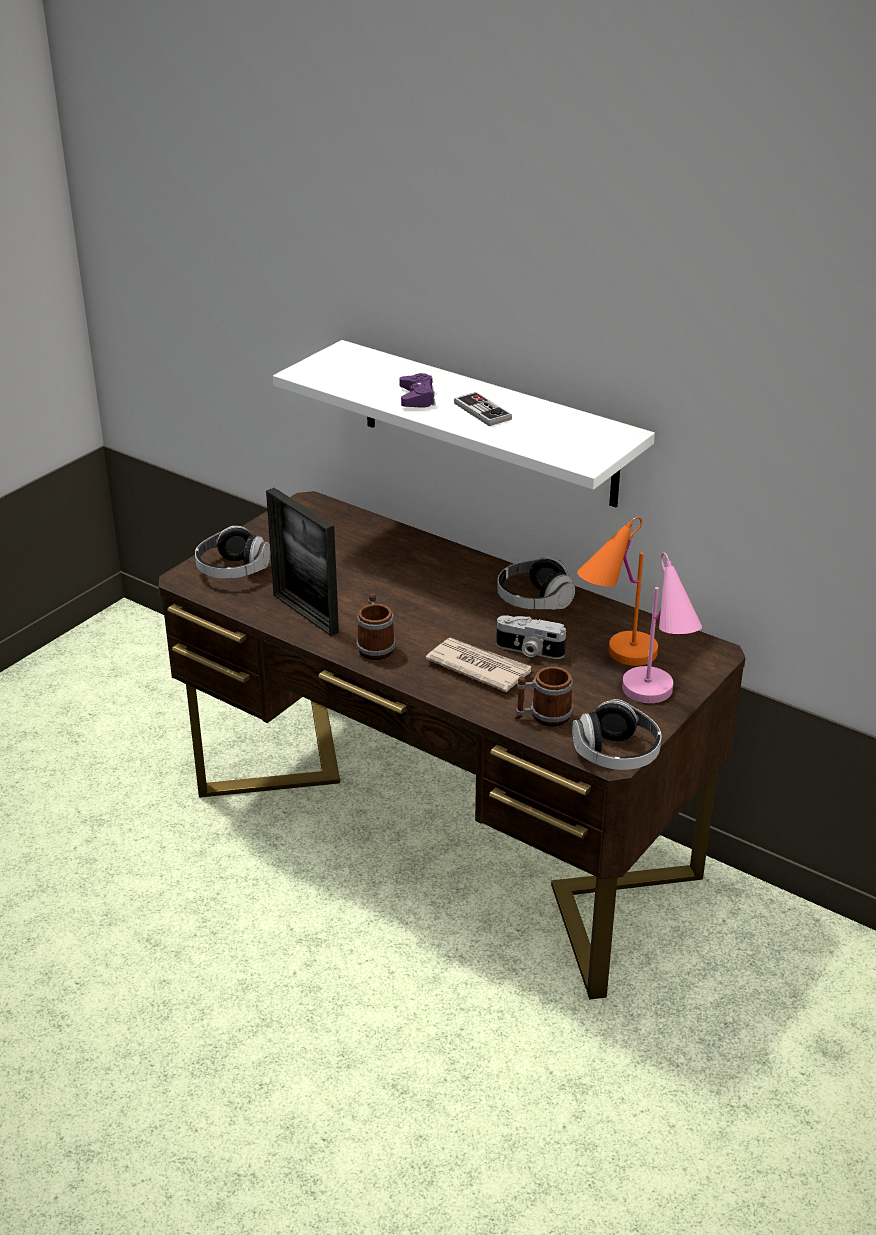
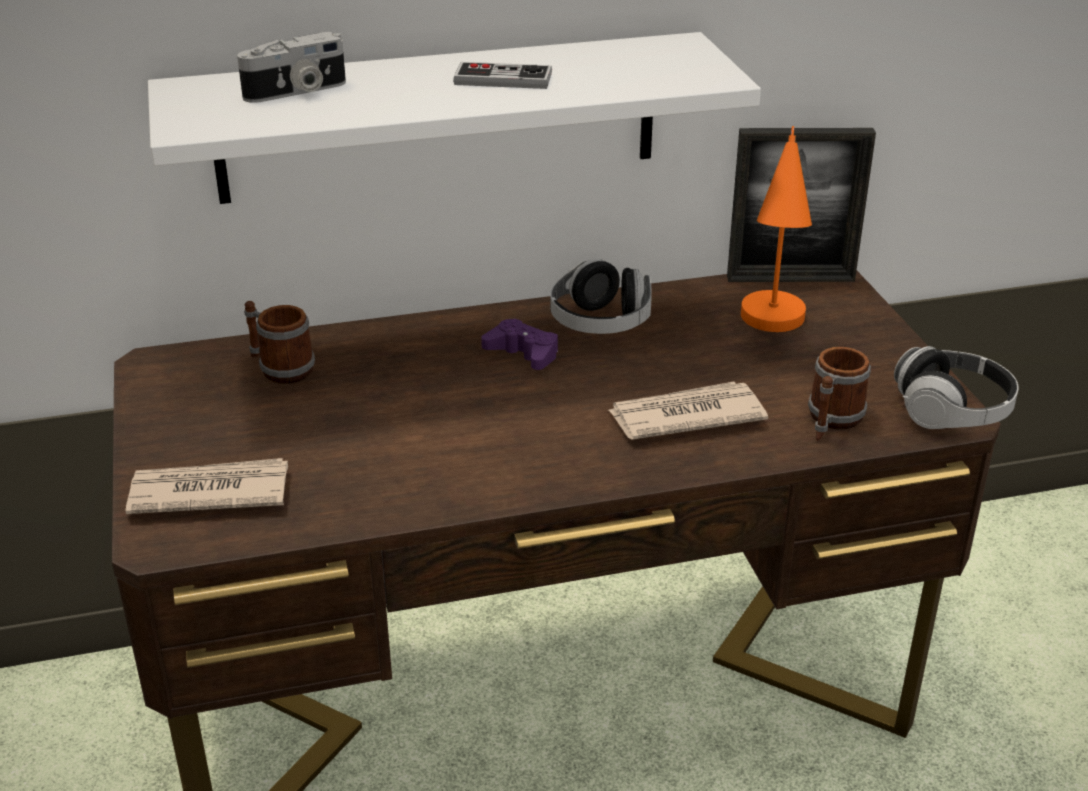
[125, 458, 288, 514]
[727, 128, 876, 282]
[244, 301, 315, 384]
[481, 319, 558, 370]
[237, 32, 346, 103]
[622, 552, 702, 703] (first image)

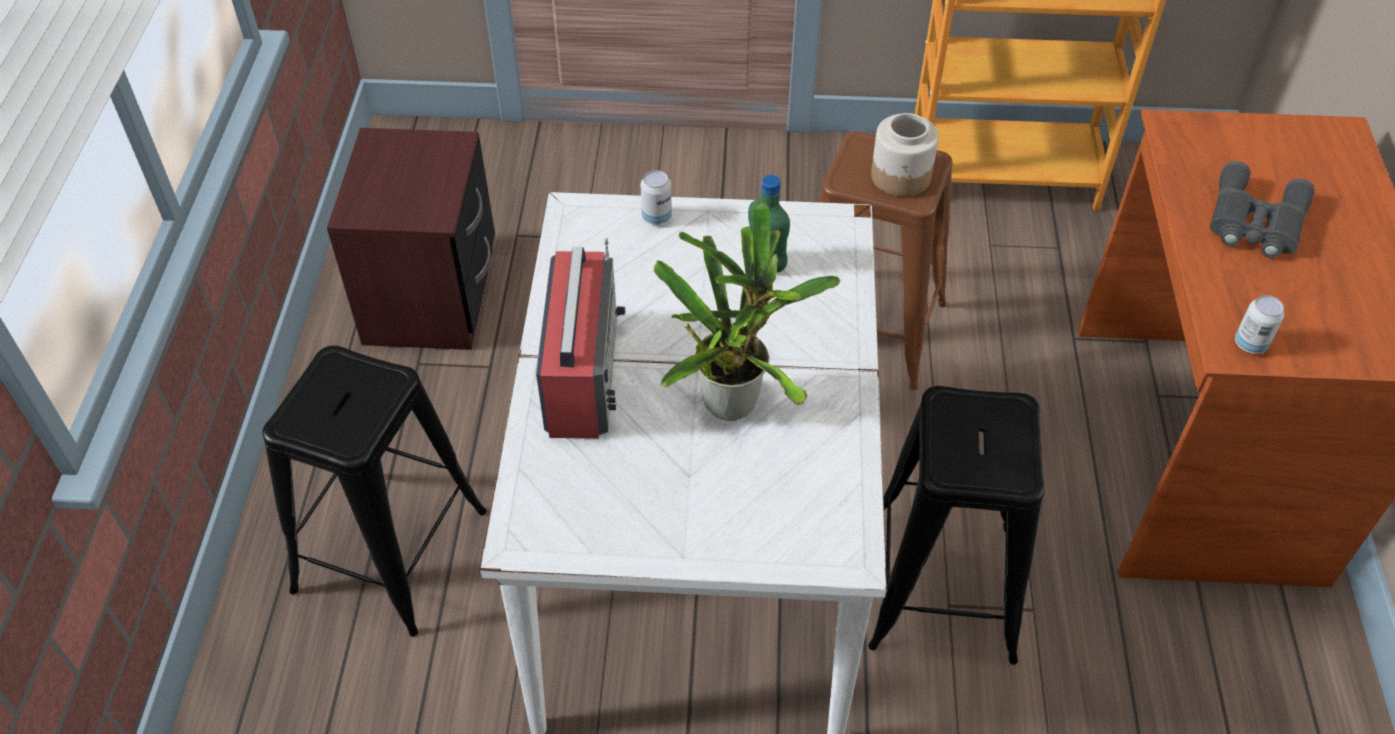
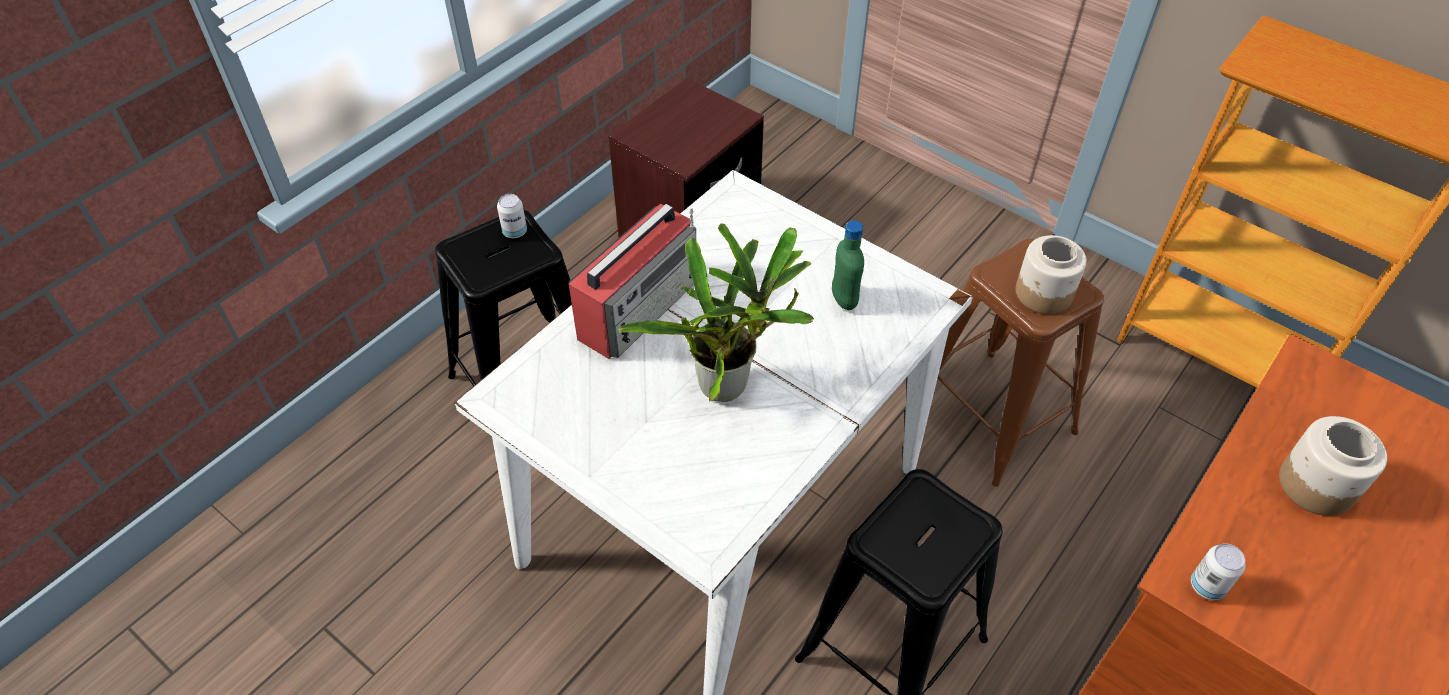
[497, 194, 527, 238]
[1279, 416, 1387, 516]

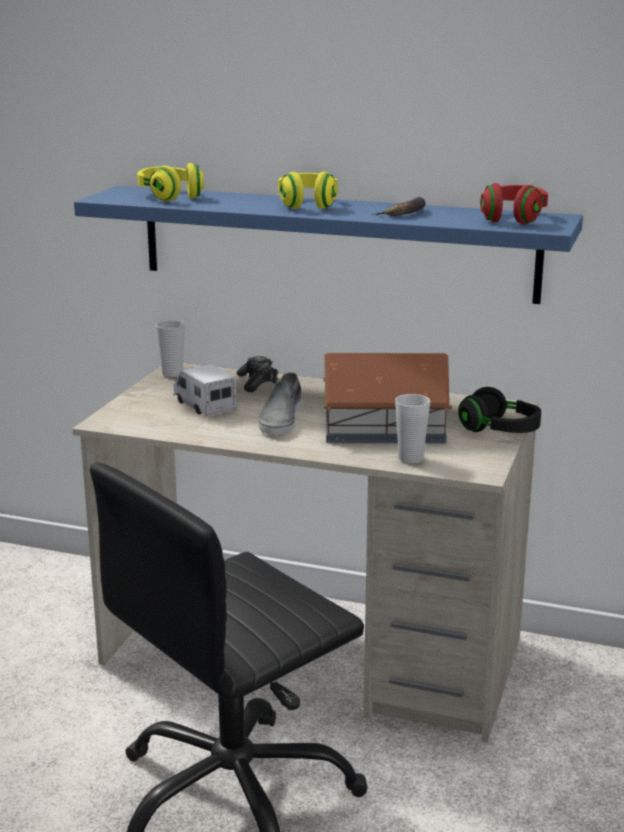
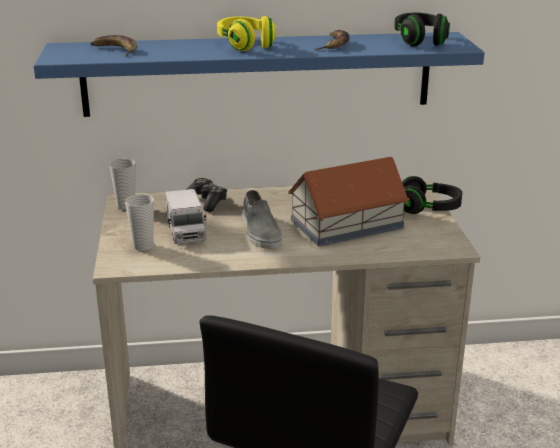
[90, 35, 137, 56]
[165, 189, 206, 244]
[125, 194, 154, 251]
[394, 13, 450, 46]

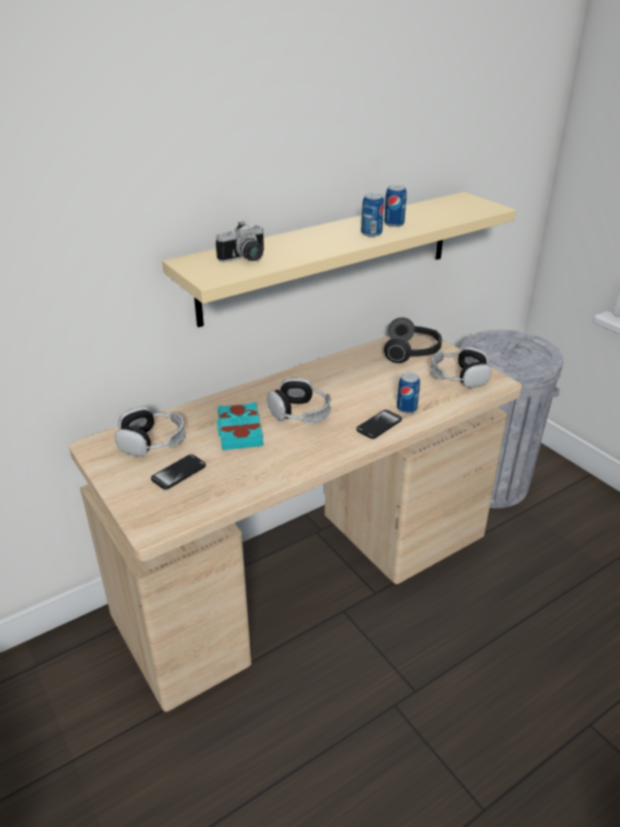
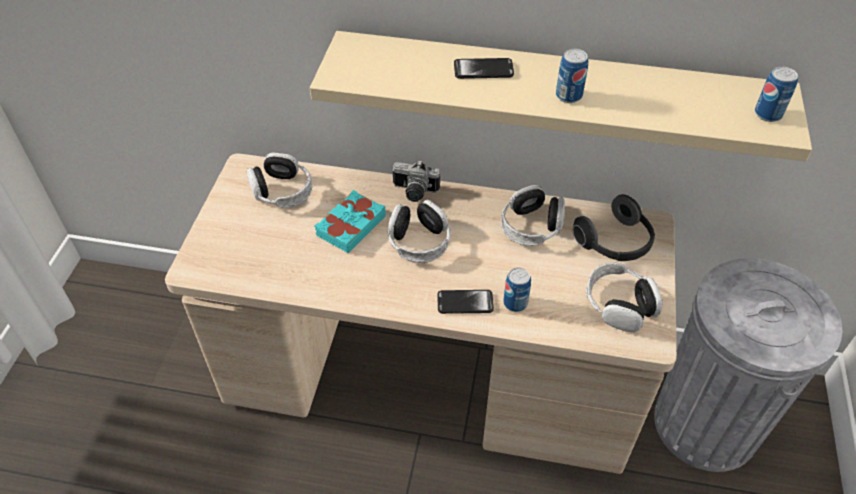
[454, 58, 514, 79]
[393, 160, 440, 202]
[755, 67, 798, 122]
[501, 185, 565, 246]

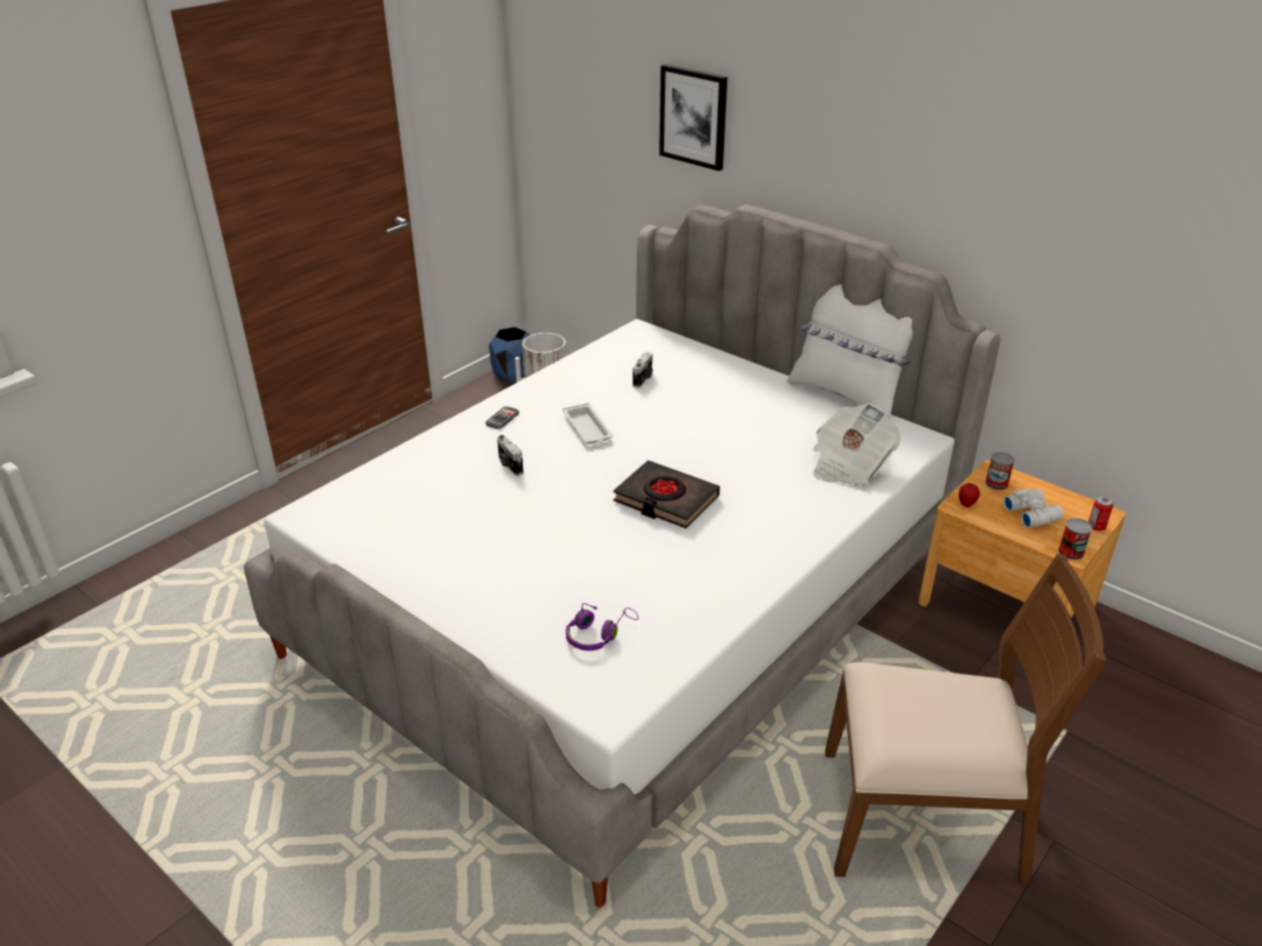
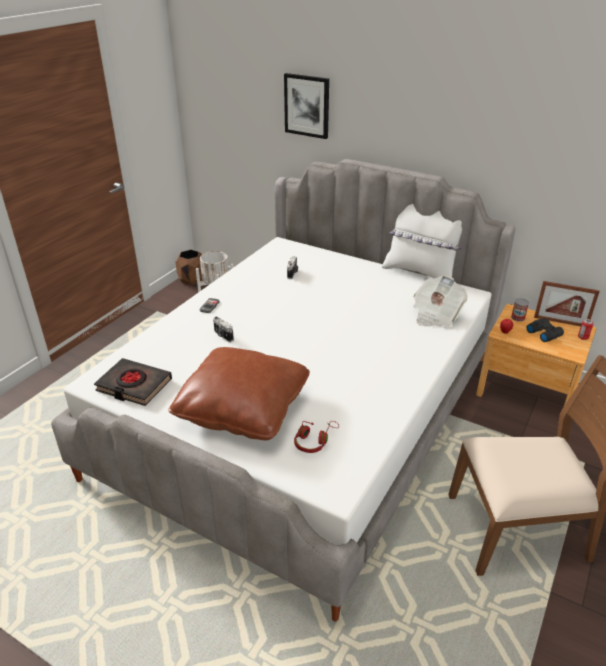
[176, 250, 202, 285]
[563, 403, 613, 444] (first image)
[294, 421, 339, 453]
[94, 358, 172, 406]
[526, 318, 564, 342]
[1058, 518, 1092, 560] (first image)
[168, 347, 310, 440]
[534, 281, 600, 326]

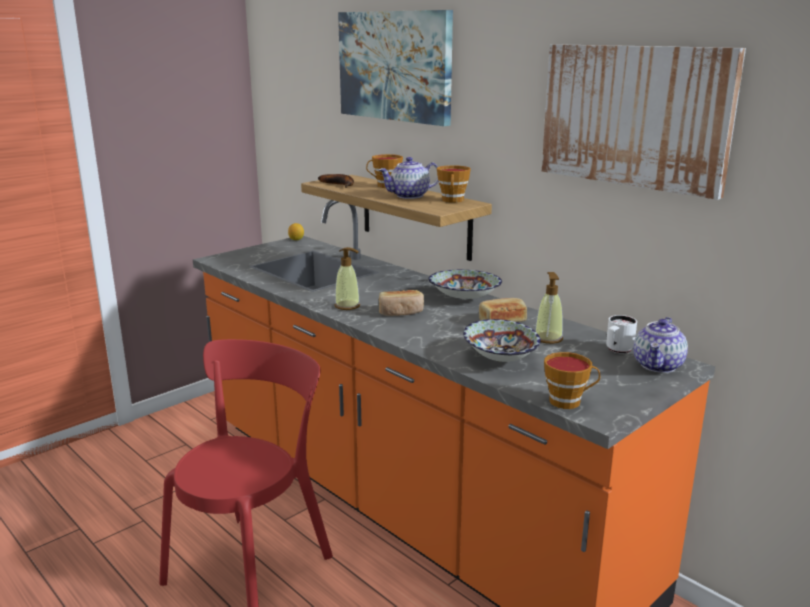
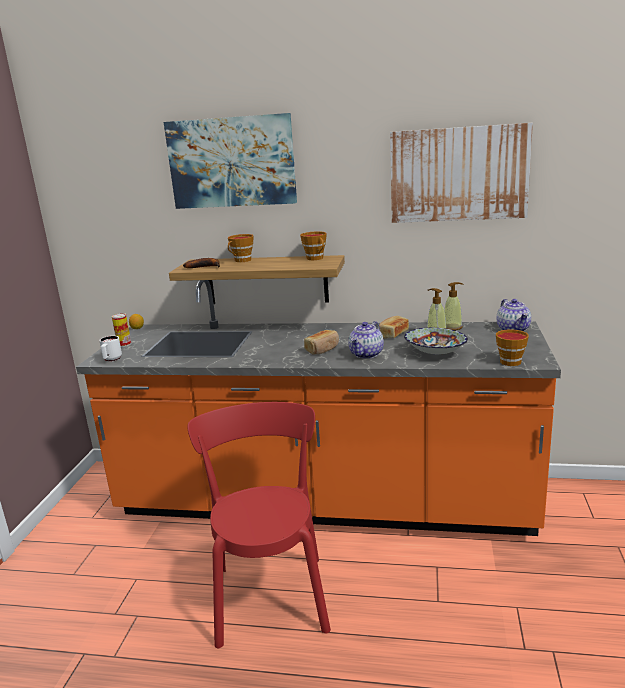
[444, 282, 463, 330]
[348, 321, 384, 359]
[428, 270, 502, 300] (first image)
[99, 336, 122, 362]
[112, 313, 131, 347]

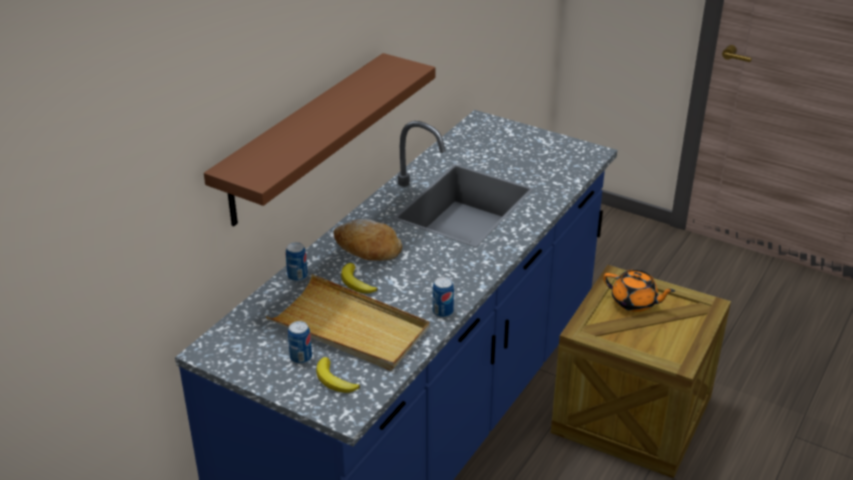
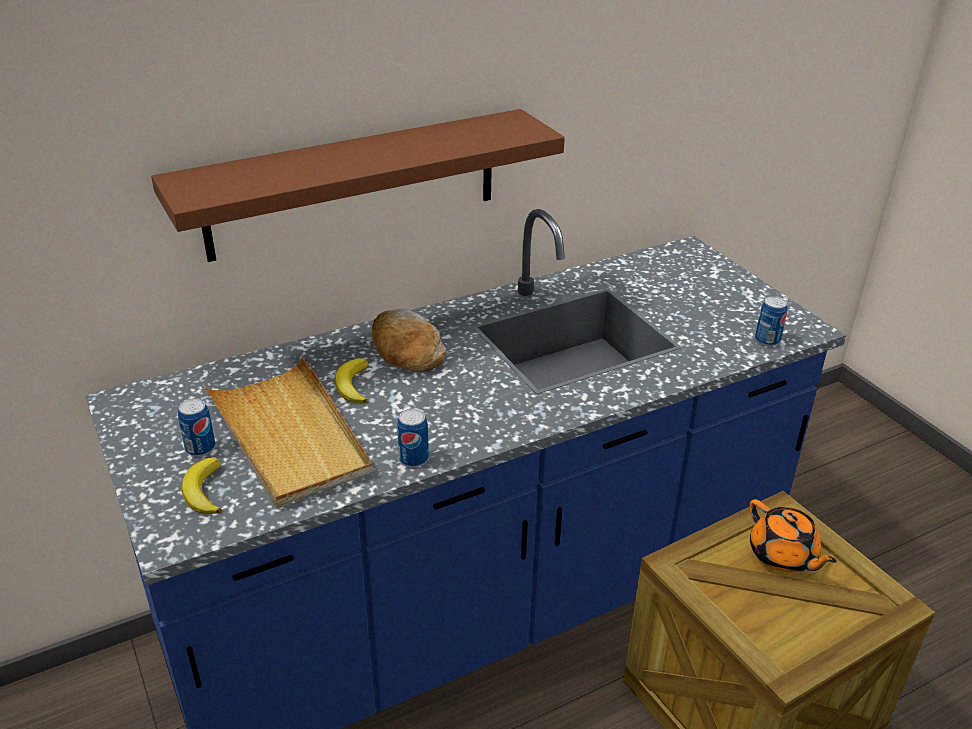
[755, 296, 788, 346]

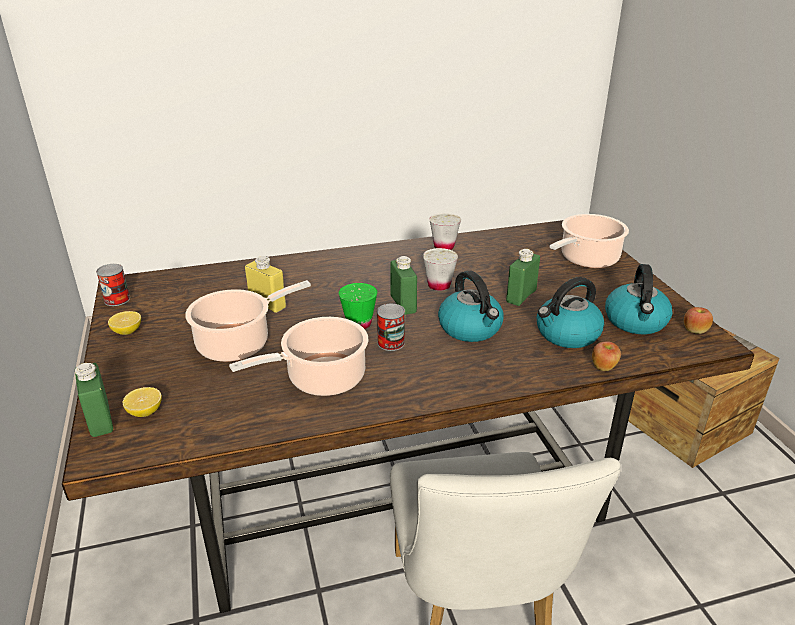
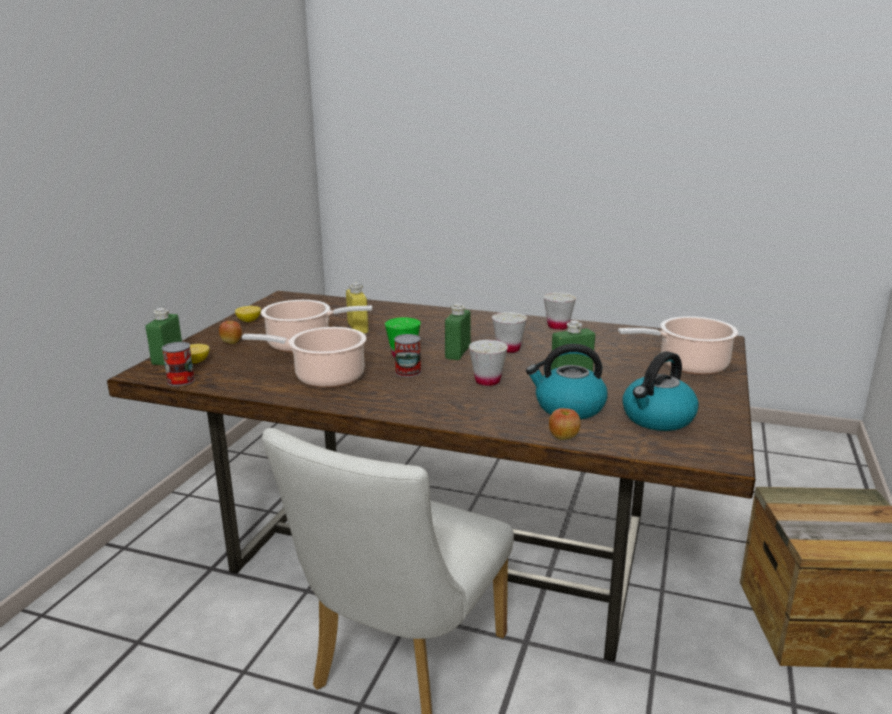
[162, 342, 195, 386]
[469, 340, 508, 386]
[219, 321, 242, 344]

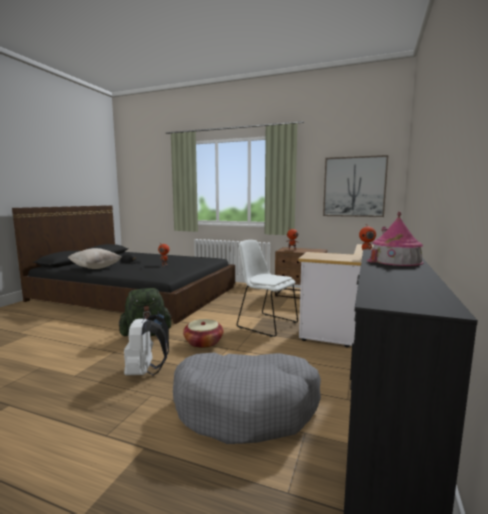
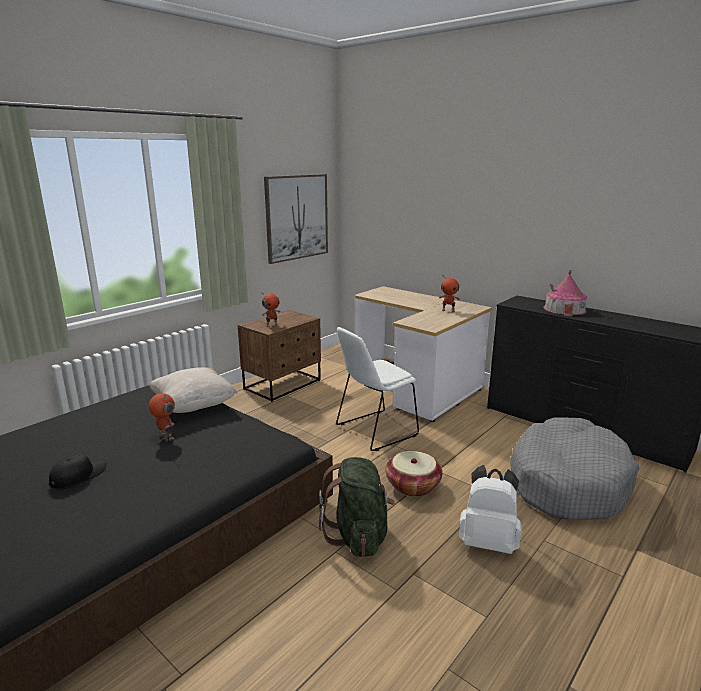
[149, 367, 238, 413]

